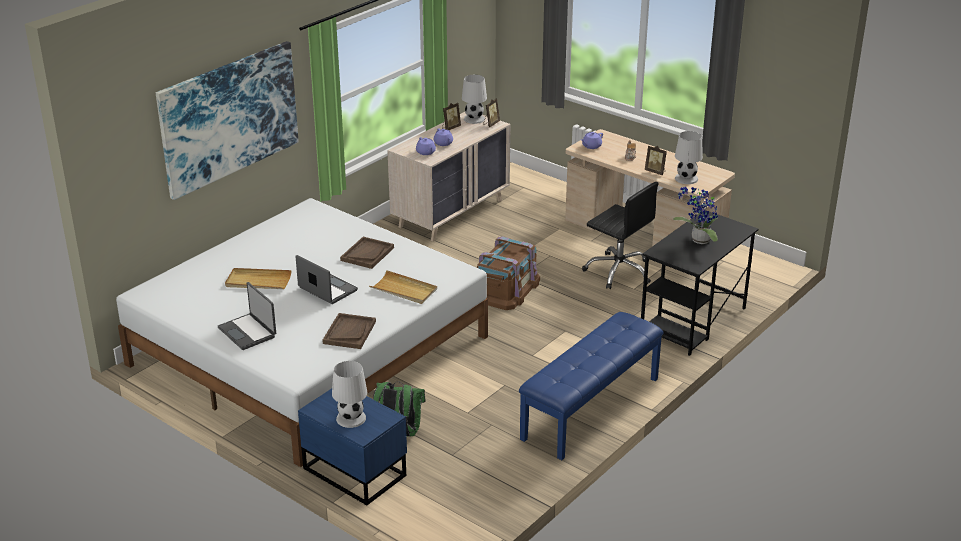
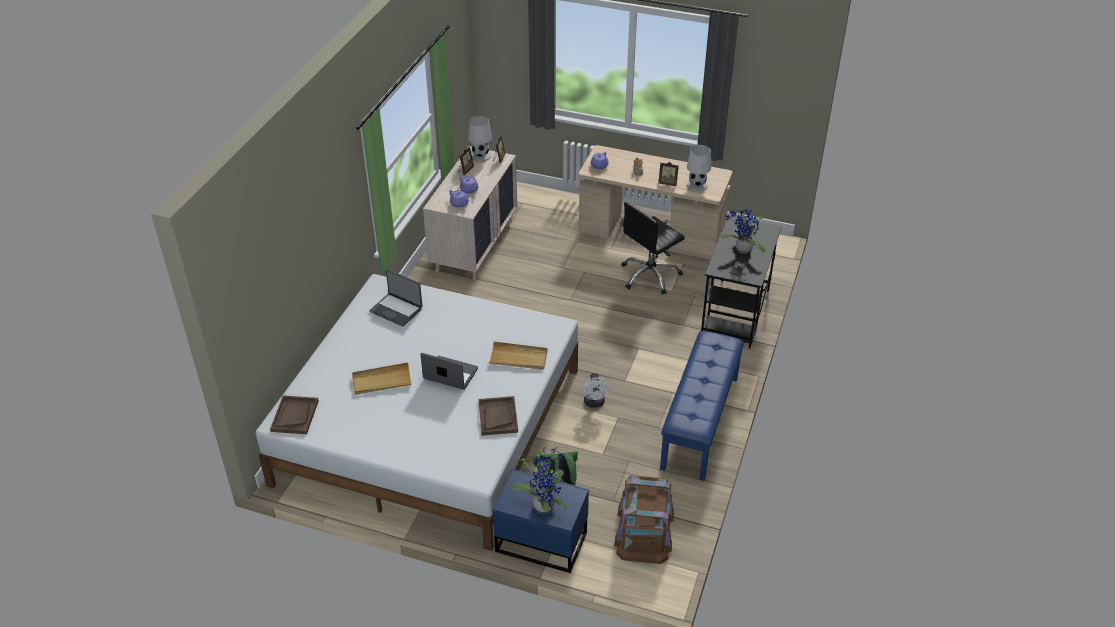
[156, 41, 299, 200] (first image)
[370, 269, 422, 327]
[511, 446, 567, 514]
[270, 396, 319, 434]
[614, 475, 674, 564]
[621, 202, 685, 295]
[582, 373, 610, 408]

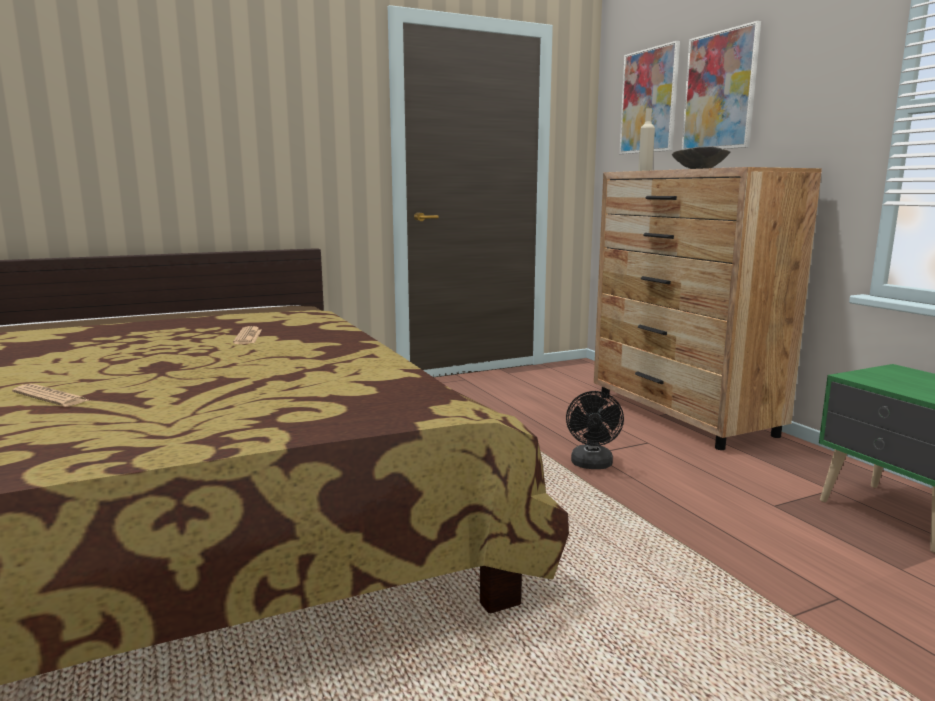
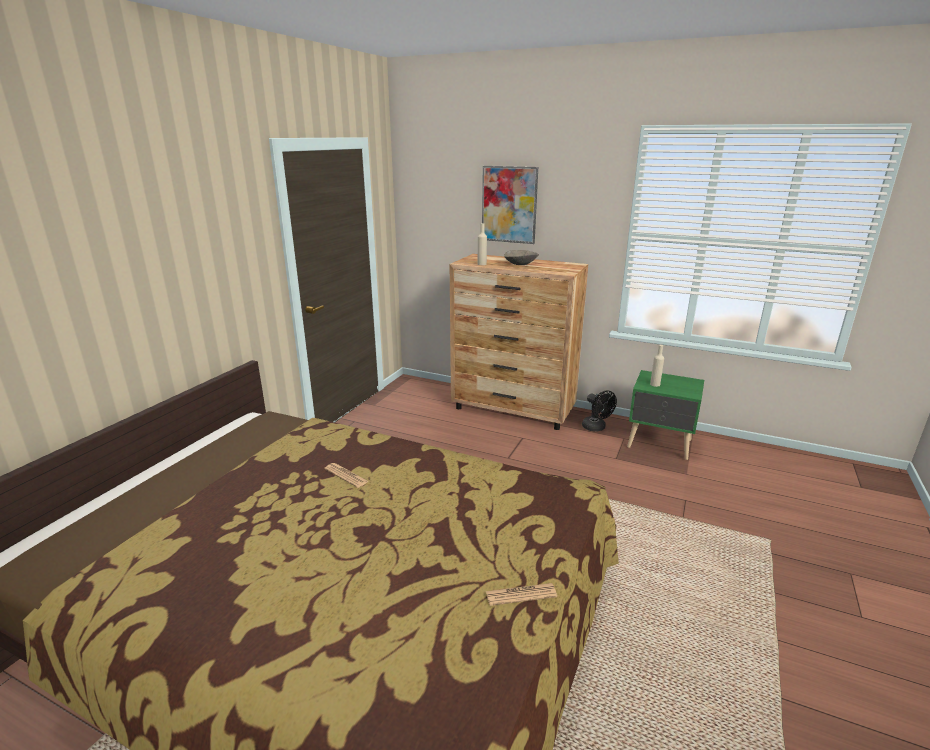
[486, 583, 557, 606]
[582, 390, 617, 431]
[619, 41, 680, 154] (first image)
[650, 345, 664, 387]

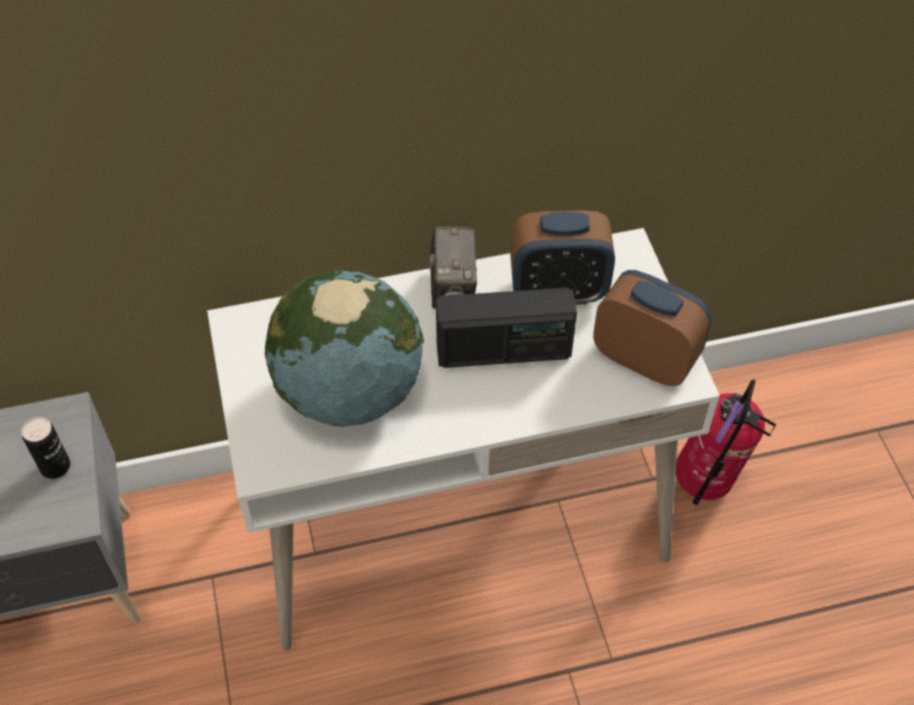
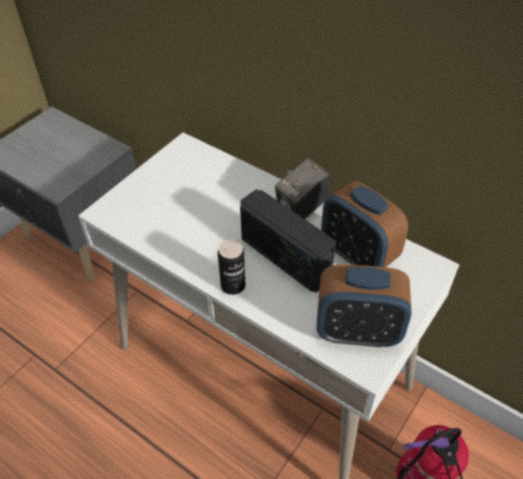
[218, 239, 245, 295]
[265, 270, 424, 427] (first image)
[317, 264, 412, 347]

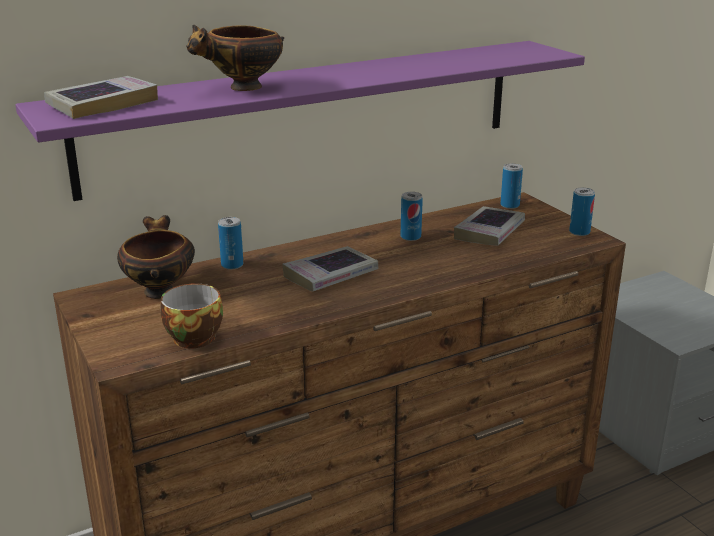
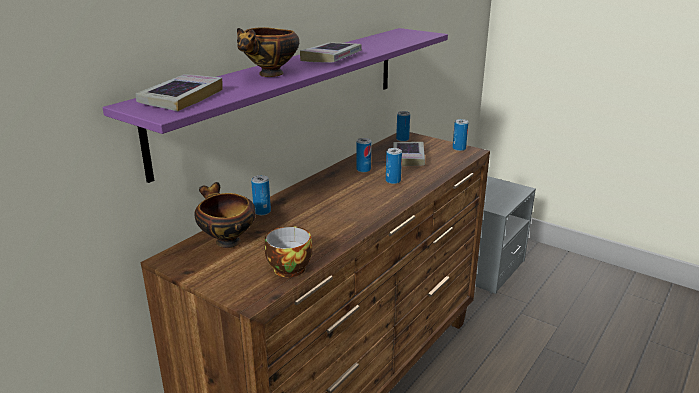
[300, 42, 362, 62]
[386, 148, 402, 184]

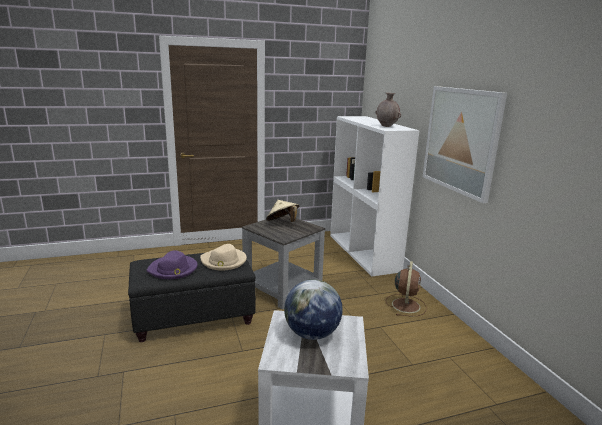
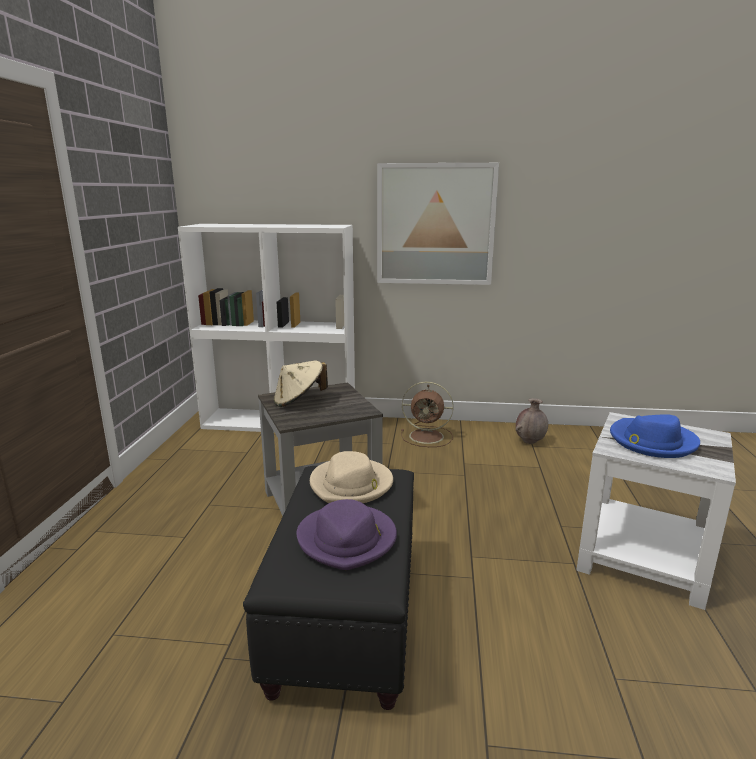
[610, 414, 700, 458]
[516, 398, 548, 444]
[401, 381, 454, 447]

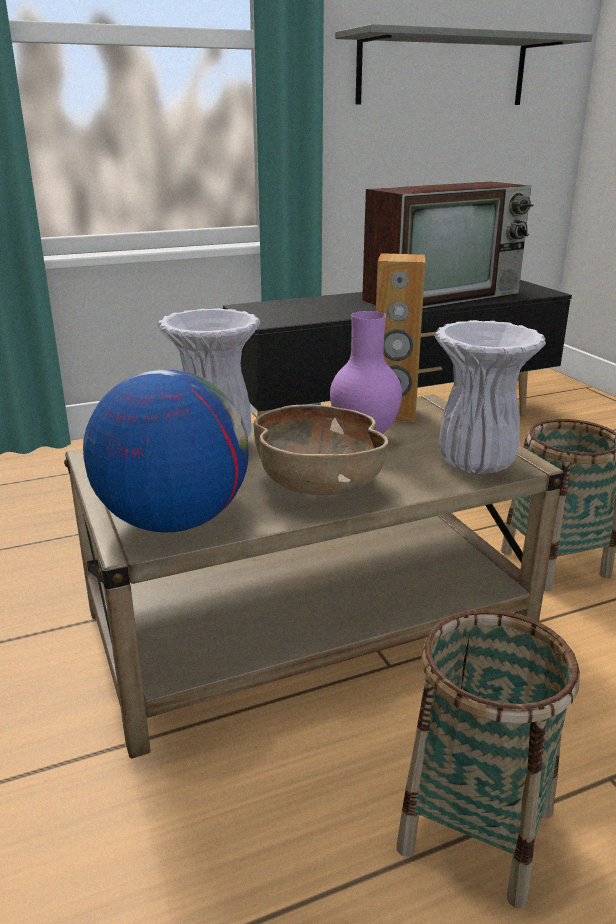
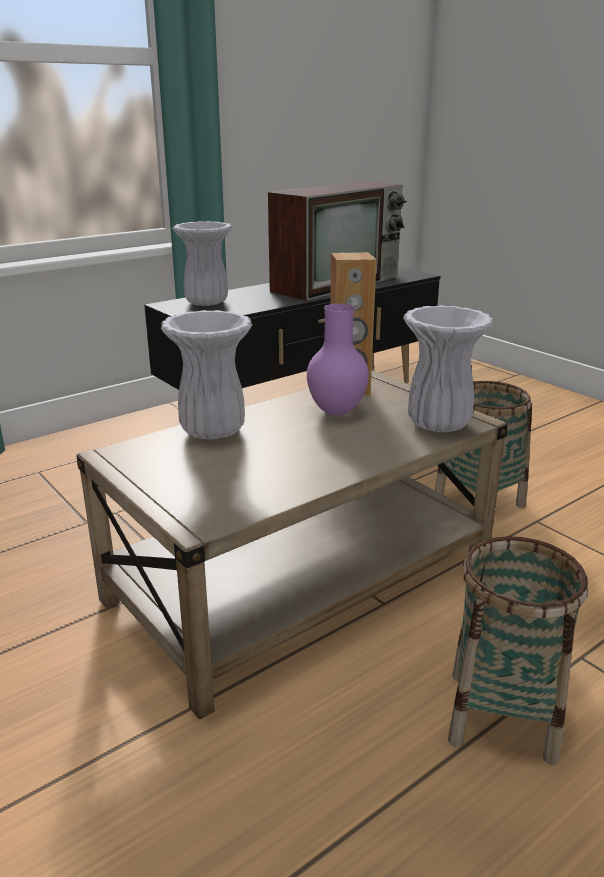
[83, 369, 248, 533] (first image)
[254, 404, 388, 495] (first image)
[335, 24, 592, 105] (first image)
[173, 221, 232, 306]

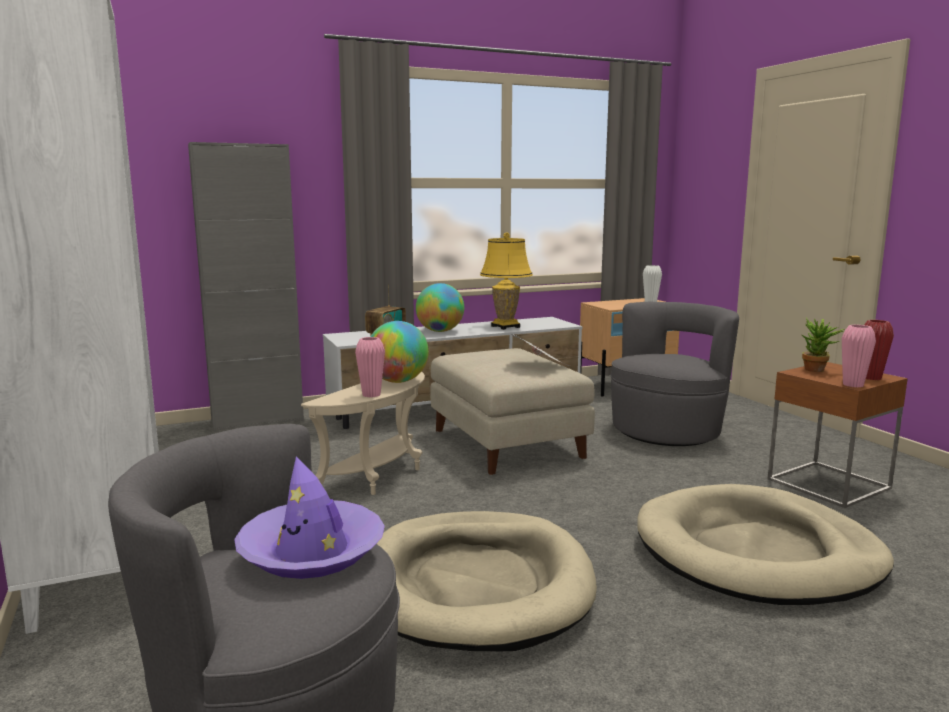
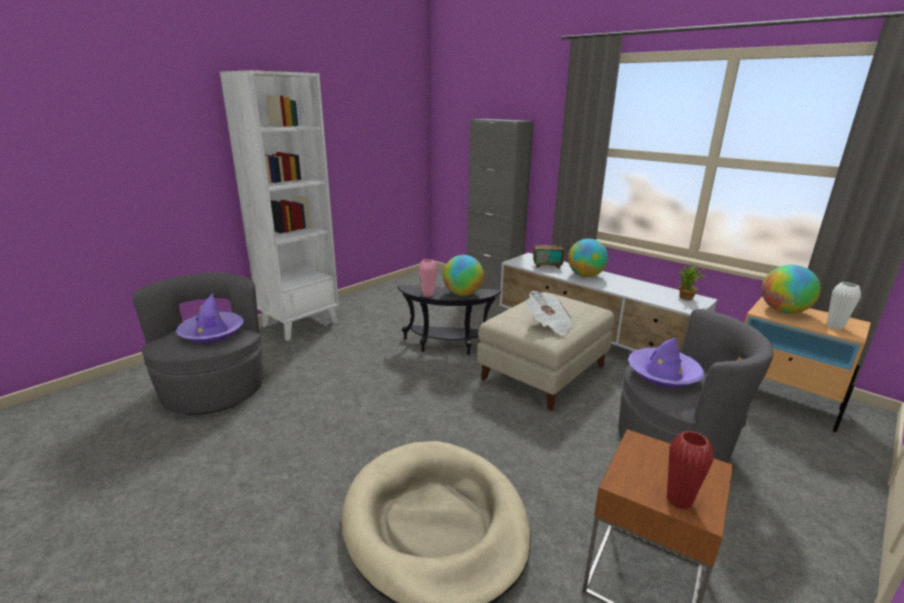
[397, 285, 501, 355]
[376, 511, 597, 651] (first image)
[480, 232, 533, 330] (first image)
[679, 263, 705, 300]
[842, 325, 876, 388] (first image)
[628, 338, 704, 388]
[762, 265, 821, 314]

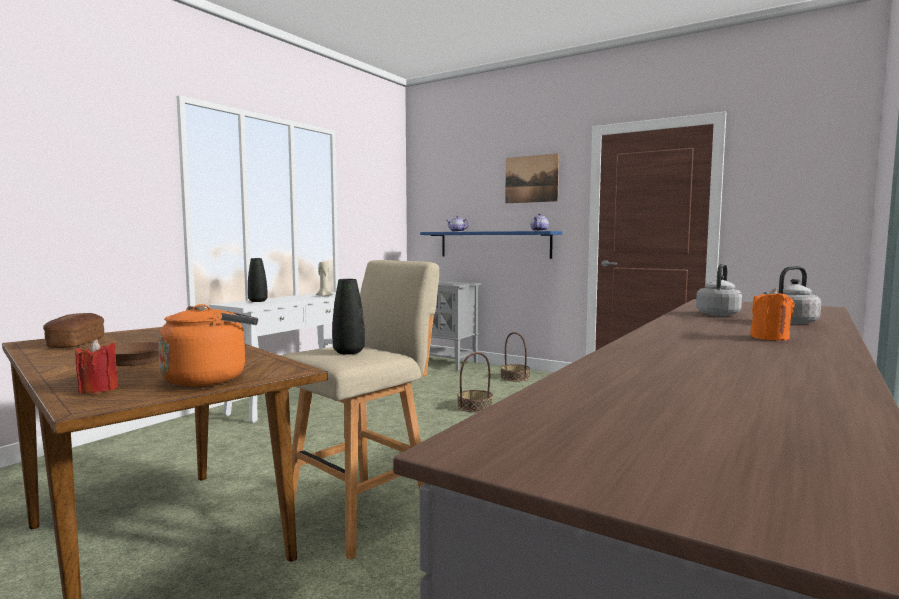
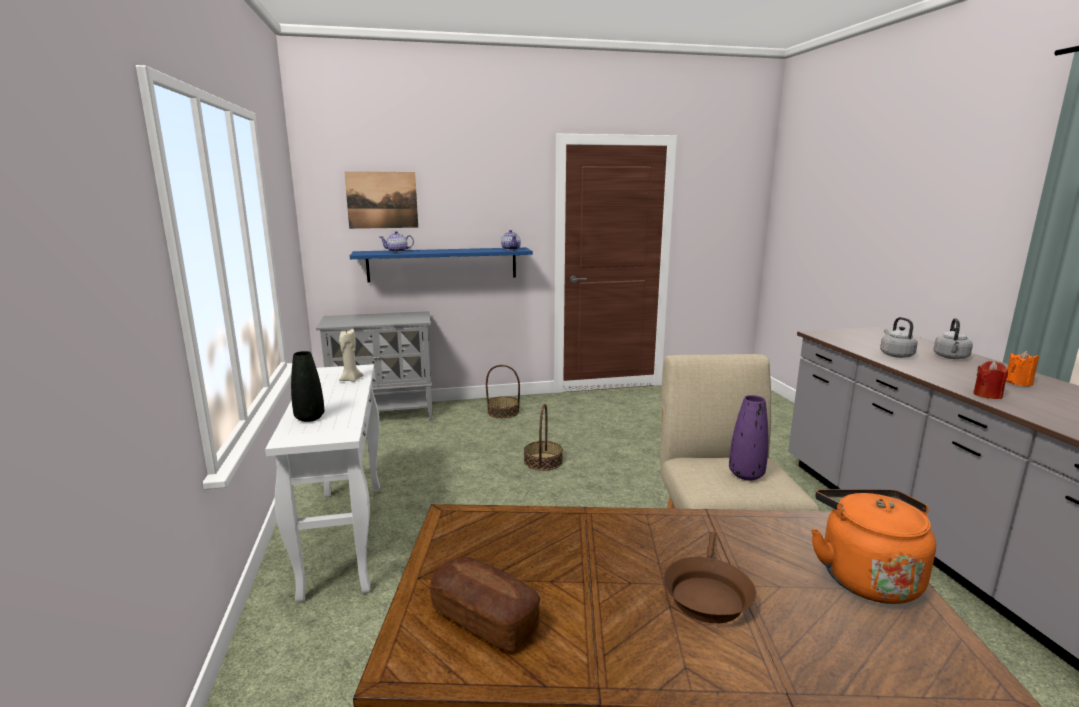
[973, 361, 1008, 399]
[729, 395, 768, 481]
[344, 172, 418, 229]

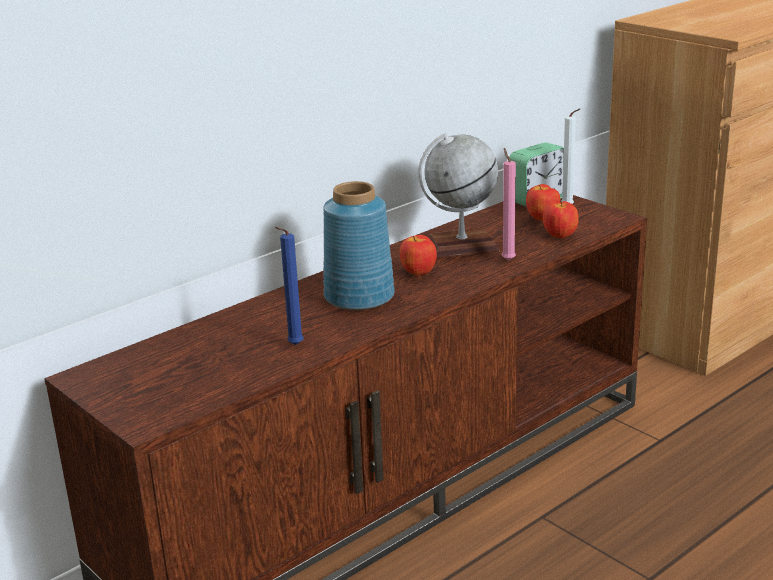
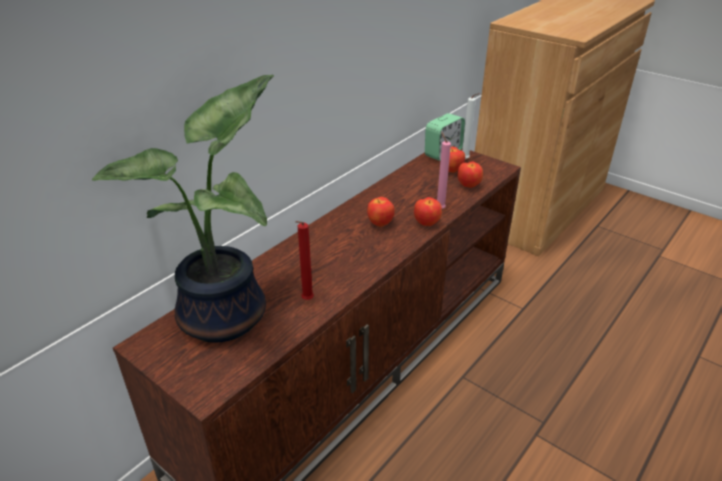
[295, 221, 314, 300]
[323, 181, 395, 311] (first image)
[418, 133, 500, 259] (first image)
[92, 75, 274, 343]
[414, 197, 442, 226]

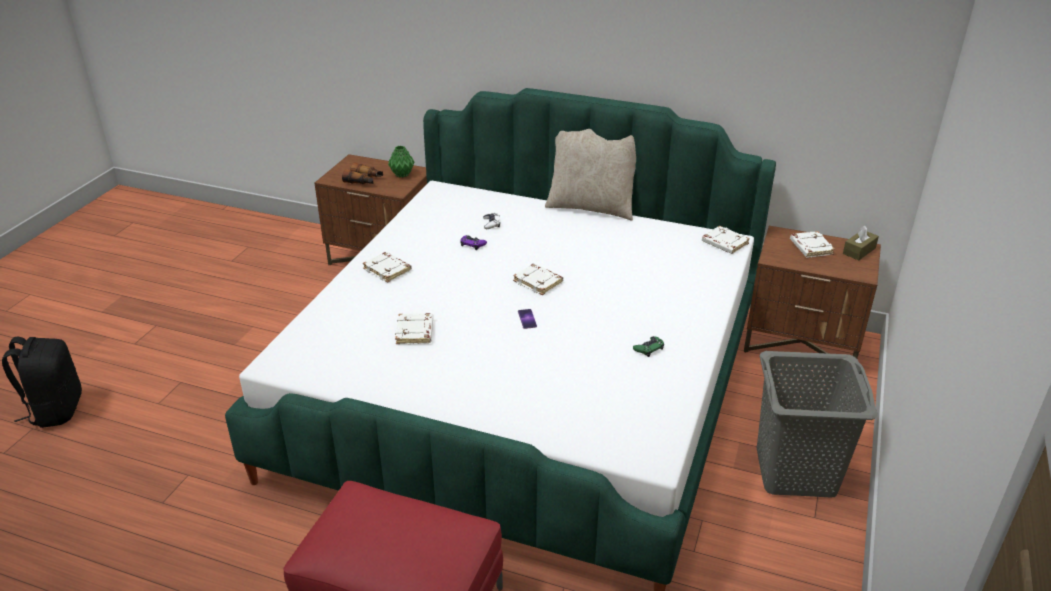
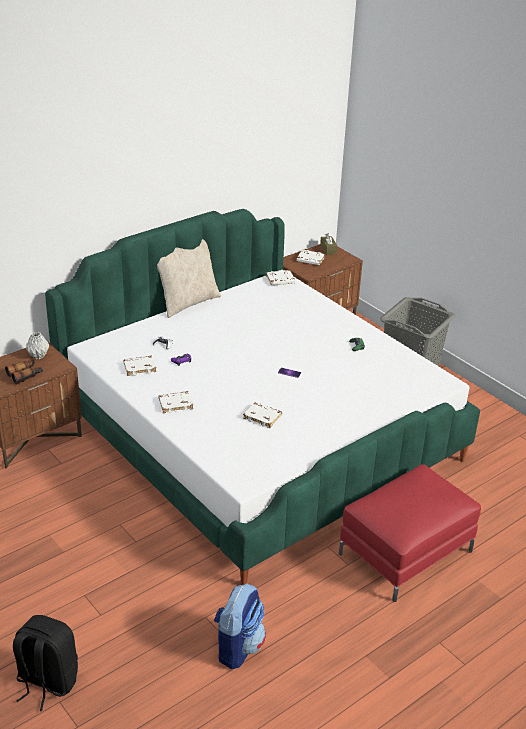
[26, 332, 49, 359]
[123, 356, 156, 376]
[213, 583, 266, 669]

